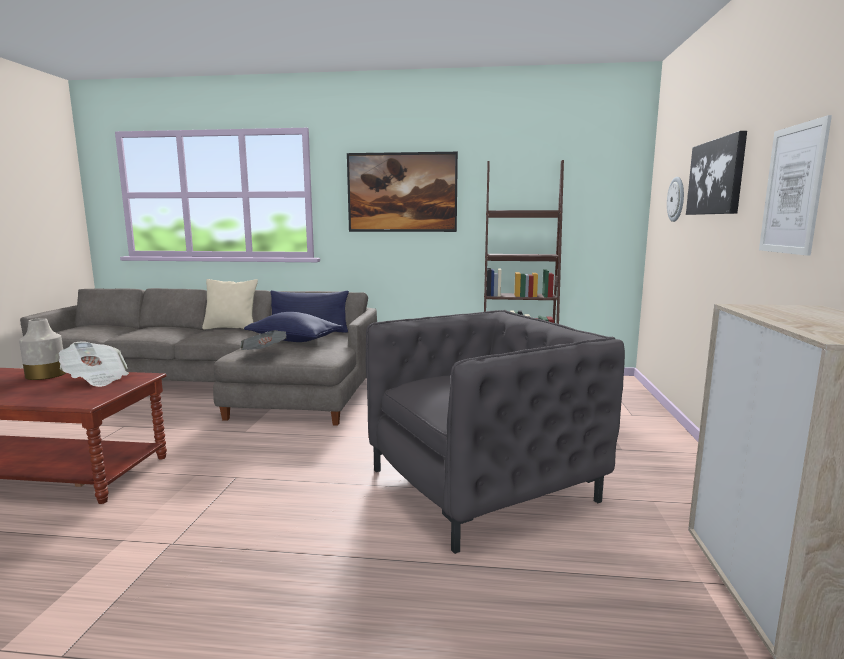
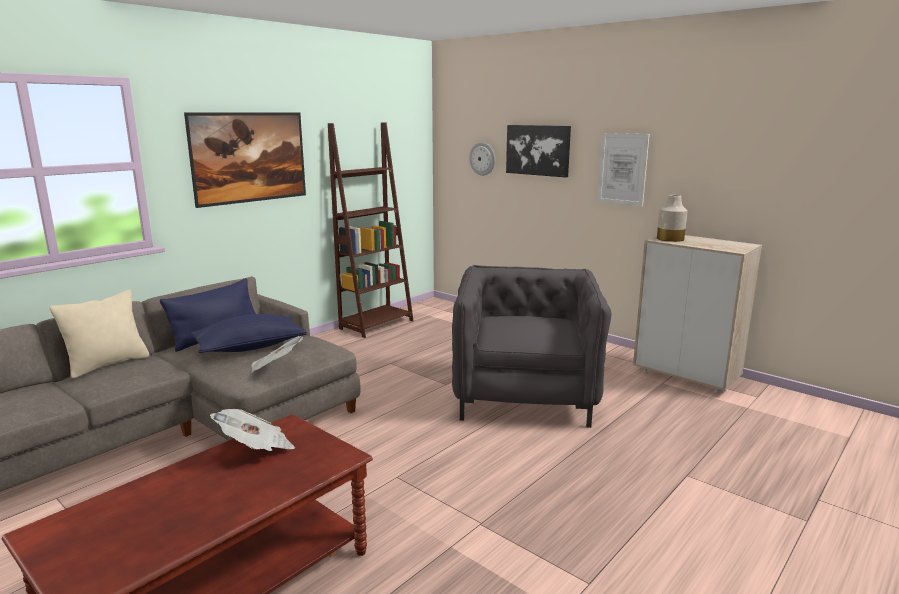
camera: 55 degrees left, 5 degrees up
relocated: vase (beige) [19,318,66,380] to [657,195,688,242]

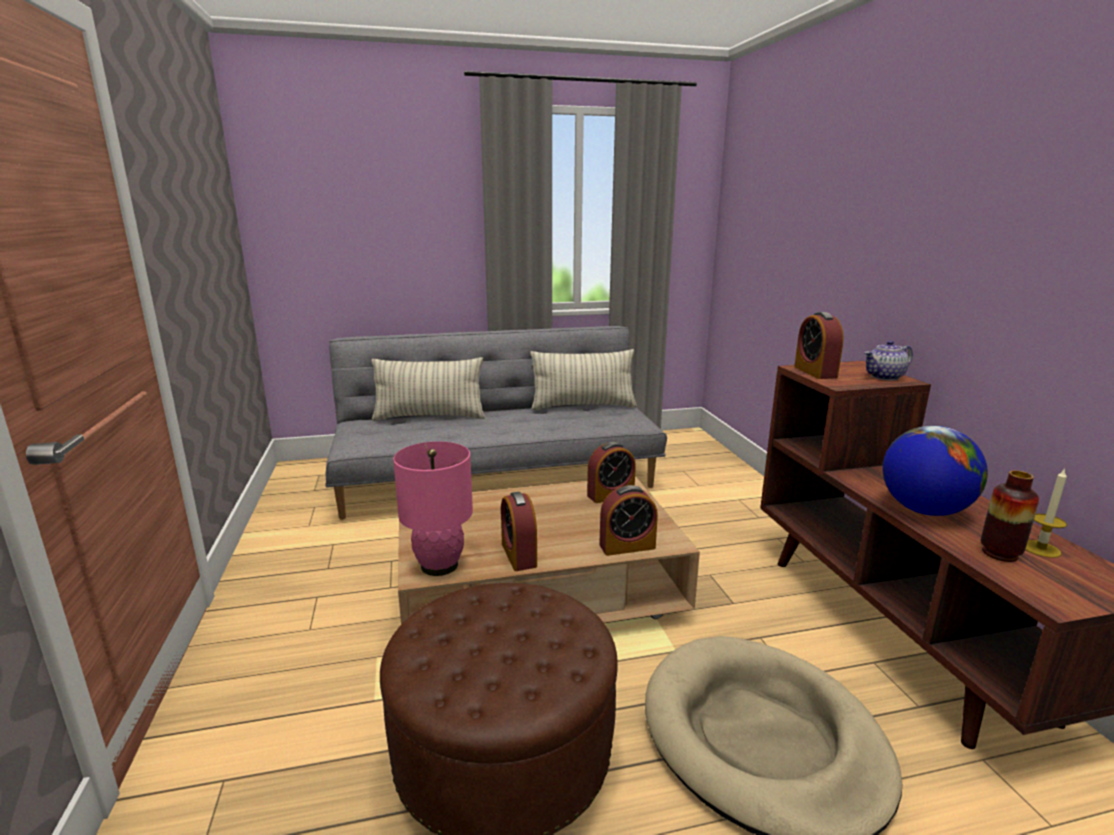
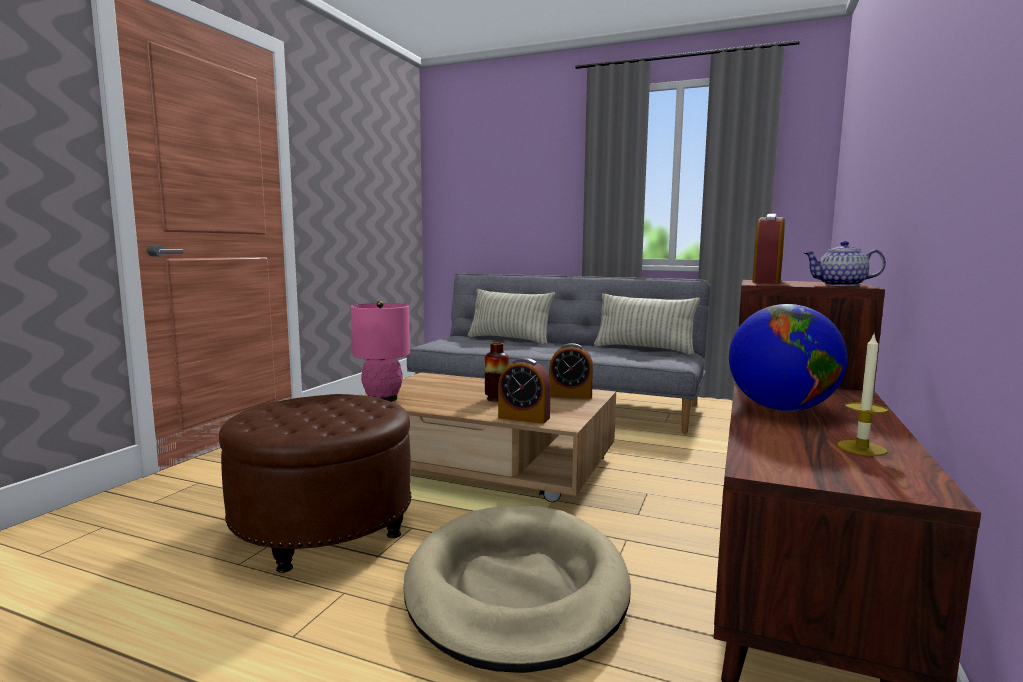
camera: 35 degrees right, 10 degrees down
missing: alarm clock [501,492,537,571]
relocated: vase [981,470,1039,562] to [485,342,509,401]

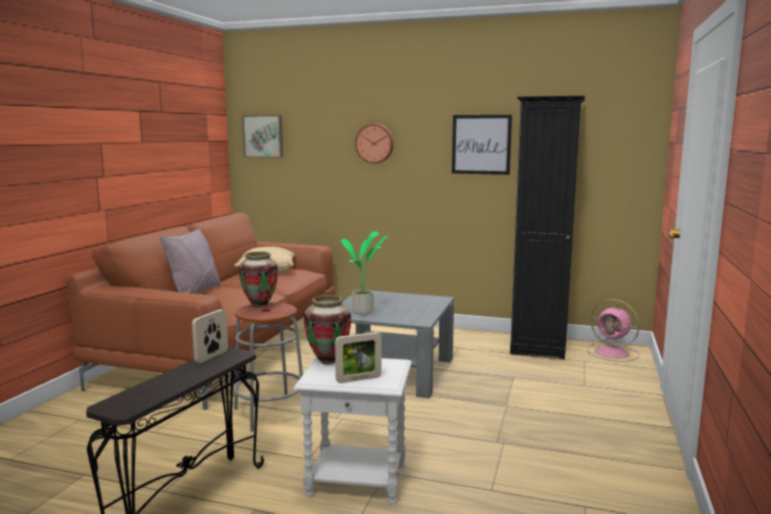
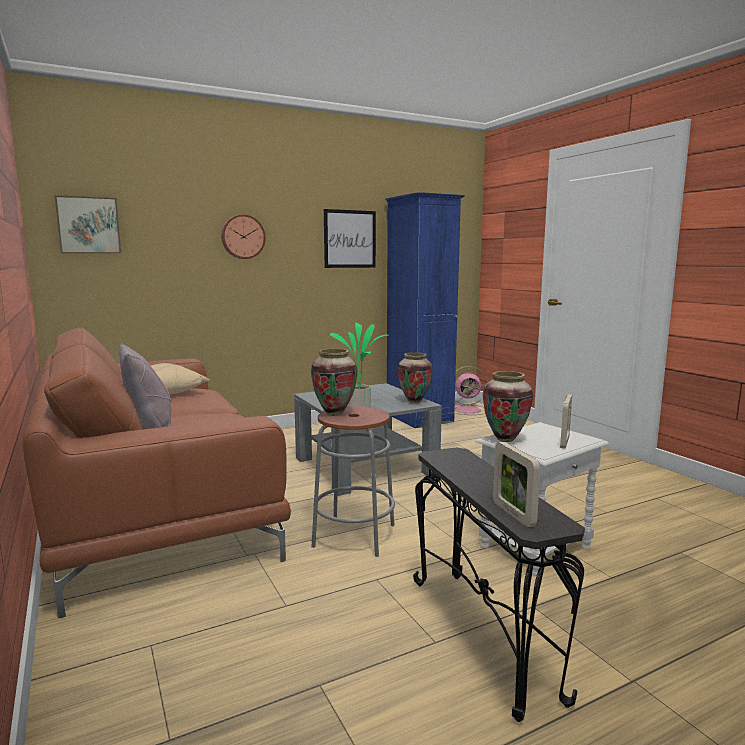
camera: 45 degrees left, 0 degrees up
appeared: vase [398,353,433,403]
relocated: picture frame [192,309,228,363] to [493,442,540,527]
colour: cabinet (black) [510,96,585,360] to cabinet (blue) [385,192,465,428]

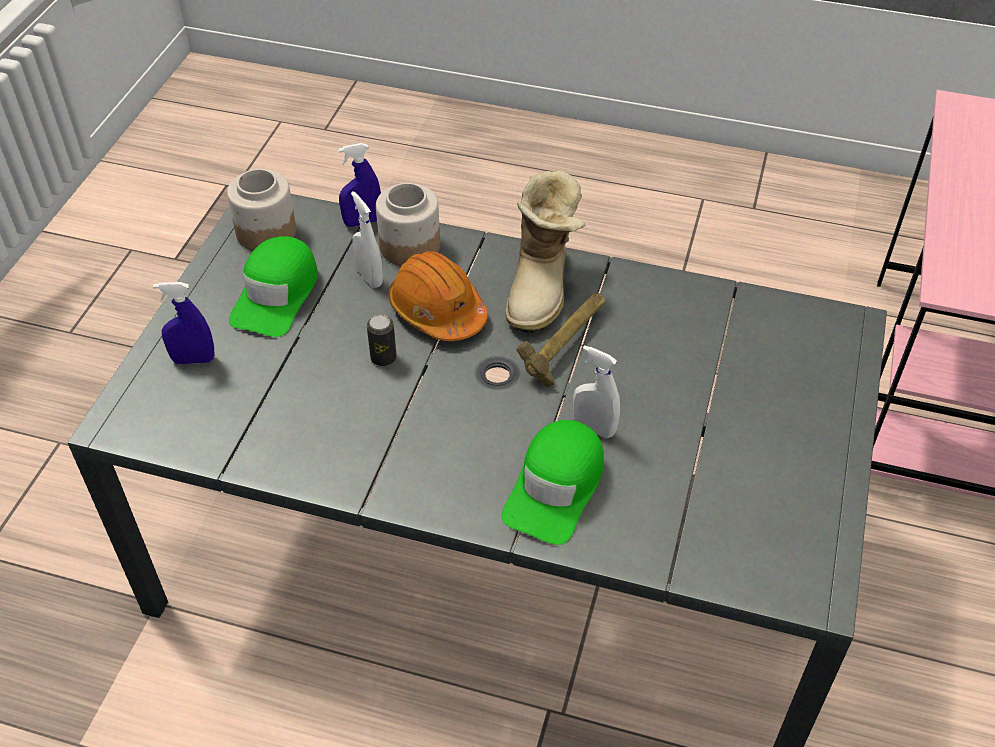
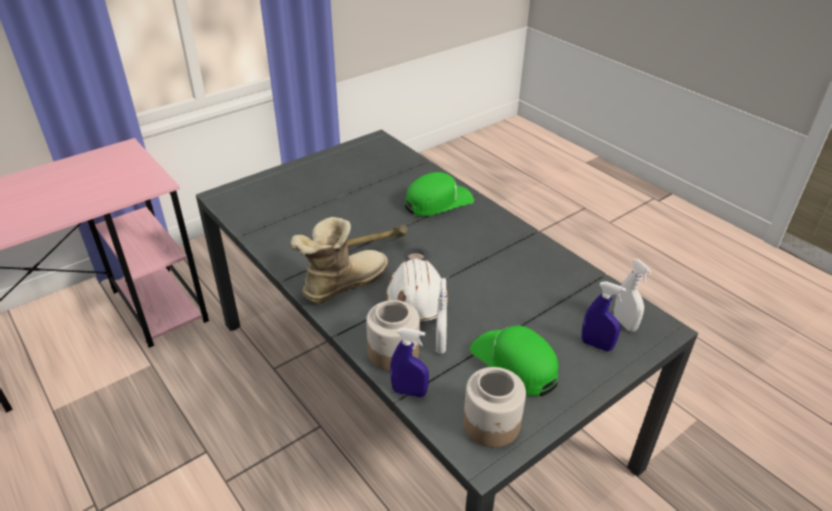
camera: 145 degrees left, 10 degrees down
missing: can [367,314,397,366]
relocated: spray bottle (white) [573,345,620,438] to [614,259,652,332]
colour: hard hat (orange) [389,251,488,341] to hard hat (white) [386,259,448,322]
spun: cap (green) [229,236,318,337] = [470,326,558,396] 90 degrees counterclockwise

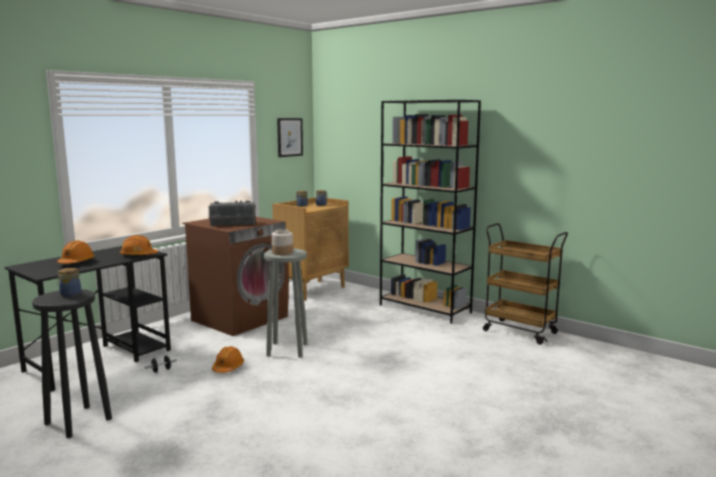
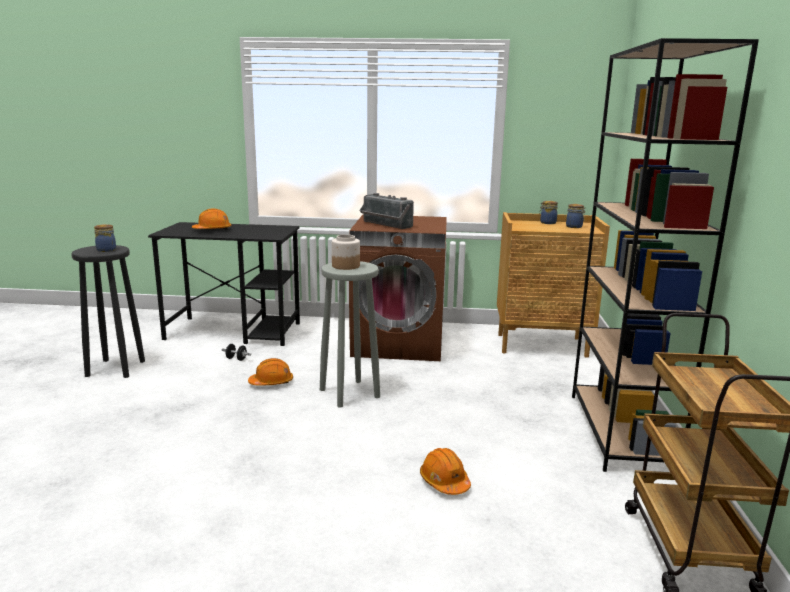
camera: 55 degrees right, 5 degrees up
missing: picture [277,118,303,157]
relocated: hard hat (orange) [120,235,158,256] to [420,448,471,495]

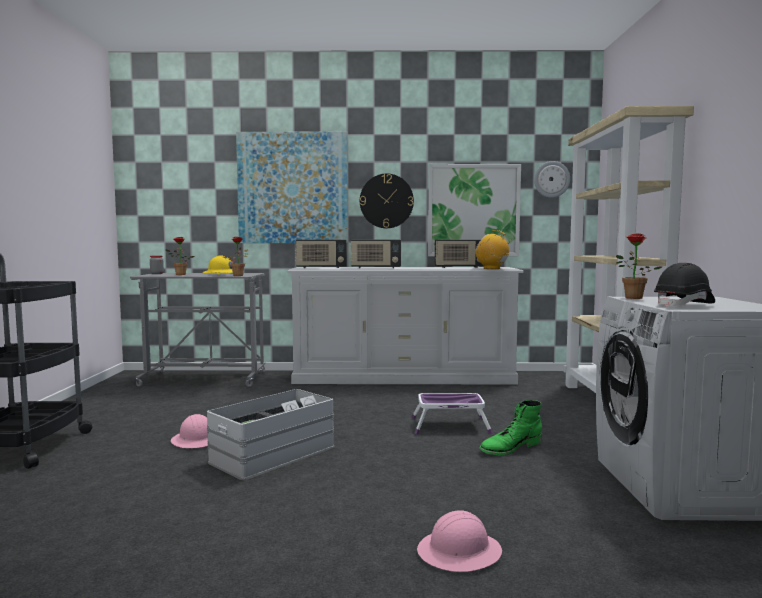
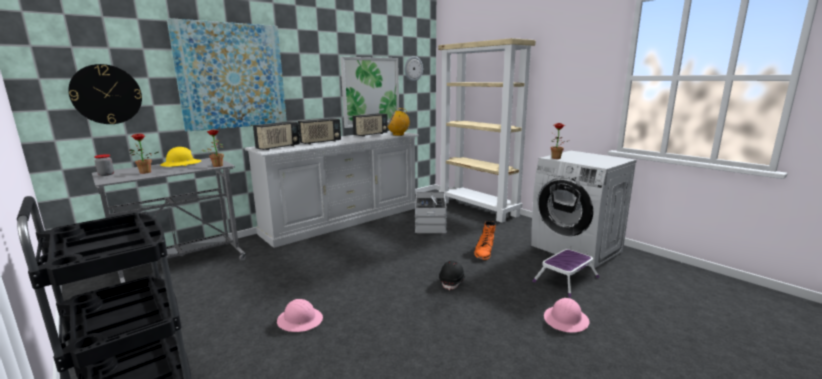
camera: 40 degrees left, 10 degrees up
relocated: wall clock [360,174,414,228] to [68,64,142,124]; storage box (grey) [207,389,334,480] to [415,192,447,233]; hard hat (black) [654,263,715,307] to [439,261,465,290]; step ladder (purple) [411,393,493,434] to [532,249,600,297]
colour: boot (green) [479,400,542,455] to boot (orange) [474,221,496,260]

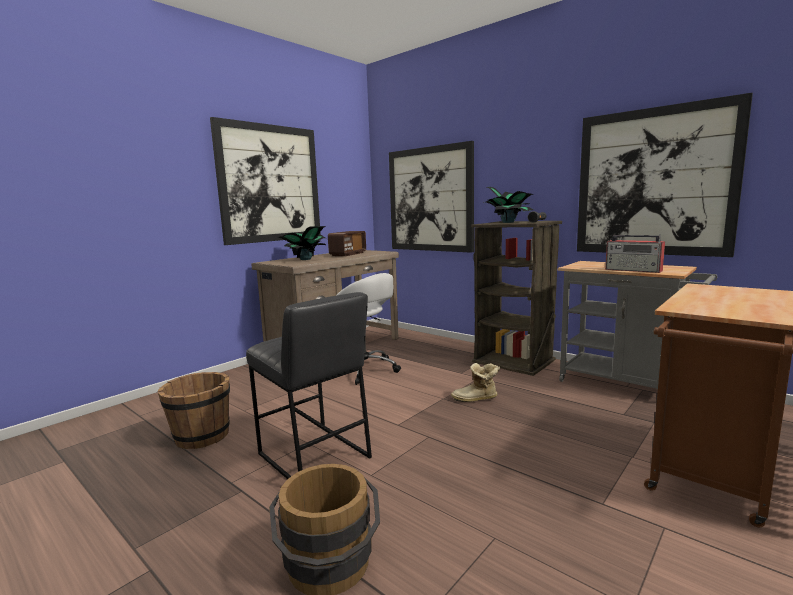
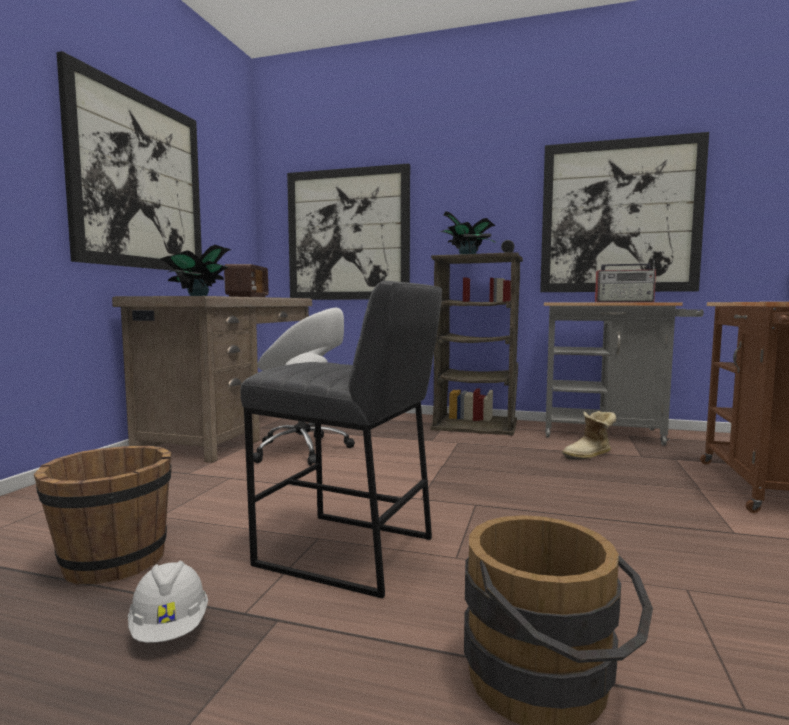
camera: 25 degrees left, 5 degrees down
appeared: hard hat (white) [128,561,208,643]
relocated: boot [451,363,500,402] to [562,411,617,460]

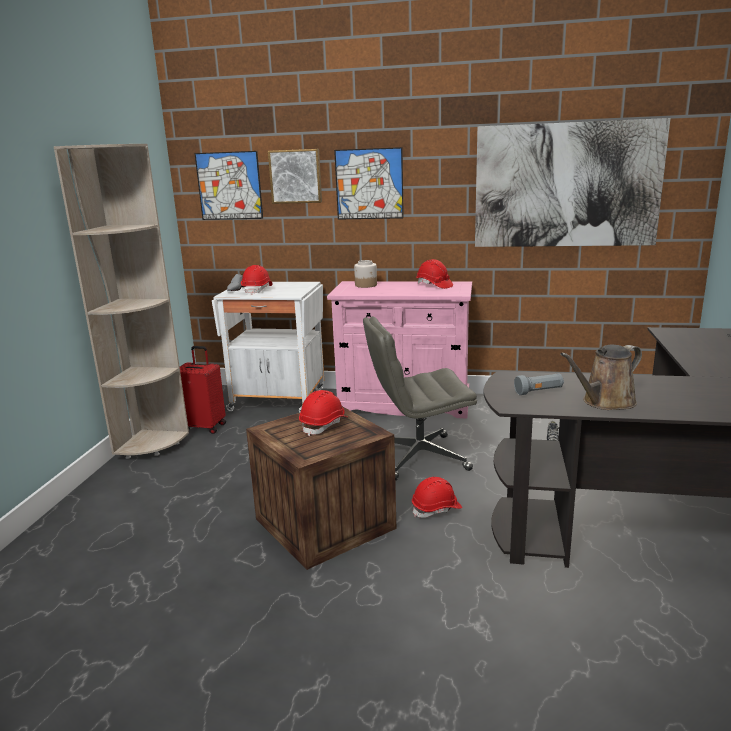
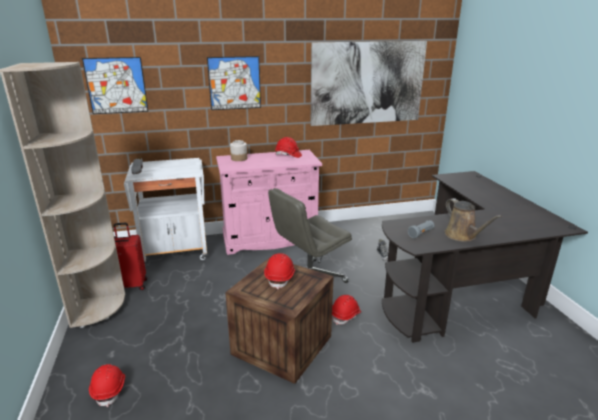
camera: 25 degrees left, 5 degrees up
missing: picture [268,149,322,204]
relocated: hard hat (red) [241,265,273,295] to [89,364,125,407]
spun: watering can (brown) [560,345,642,410] = [444,198,502,242] 60 degrees counterclockwise

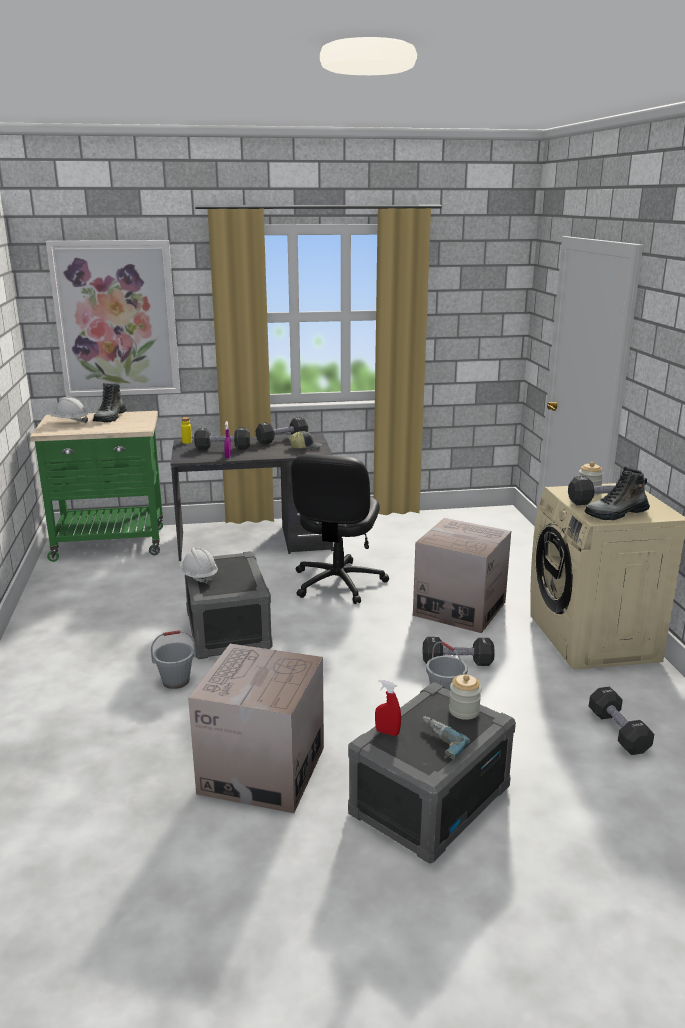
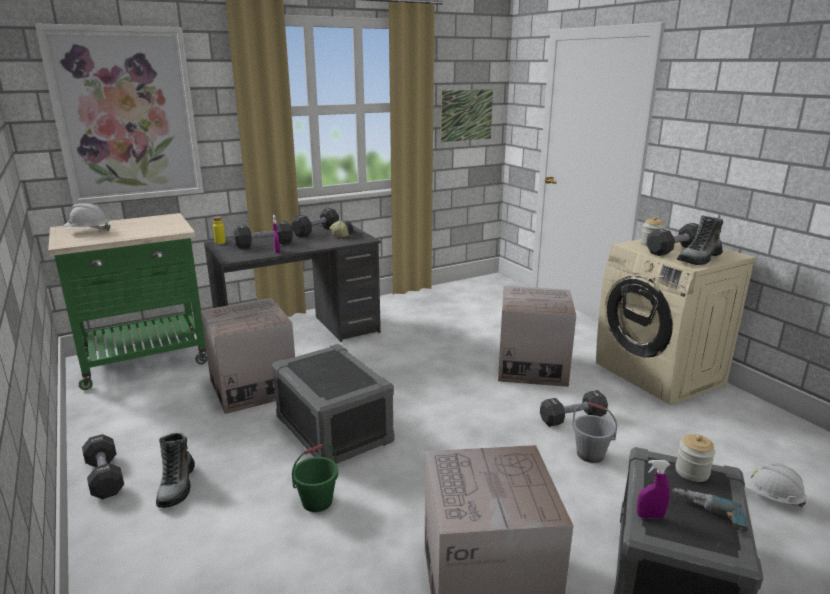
camera: 20 degrees left, 0 degrees up
missing: office chair (black) [291,454,389,604]
appeared: cardboard box [200,298,295,414]; picture [441,89,493,142]
relocated: dumbbell (black) [589,687,654,755] to [82,434,124,499]; boot [93,383,127,422] to [156,433,195,508]; hard hat (white) [180,547,218,584] to [744,463,807,507]
colour: bucket (grey) [151,630,196,689] to bucket (green) [292,444,338,512]; spray bottle (red) [375,679,401,736] to spray bottle (purple) [637,460,670,519]

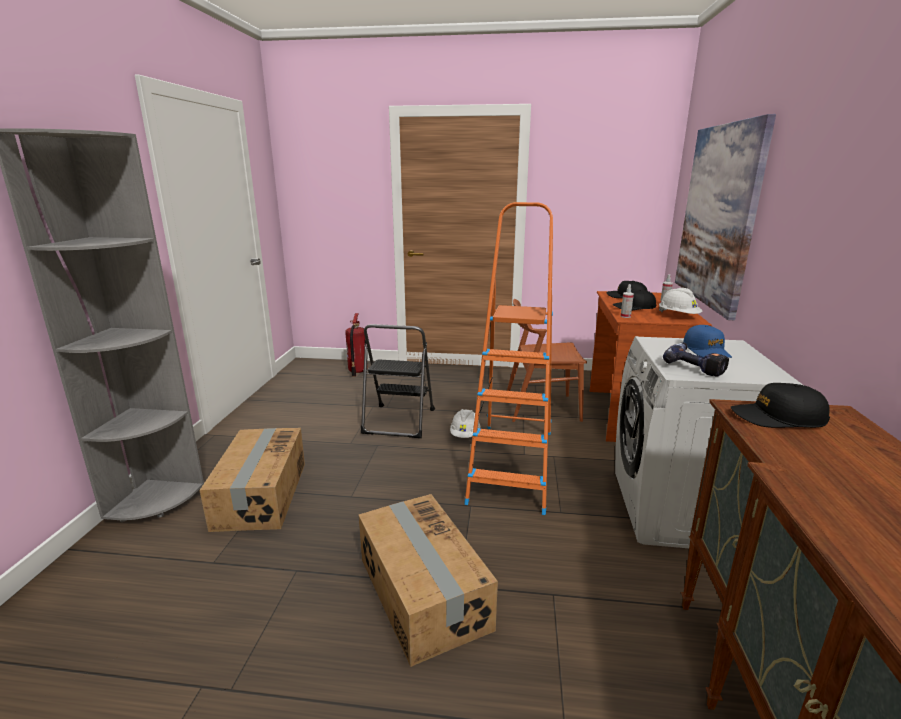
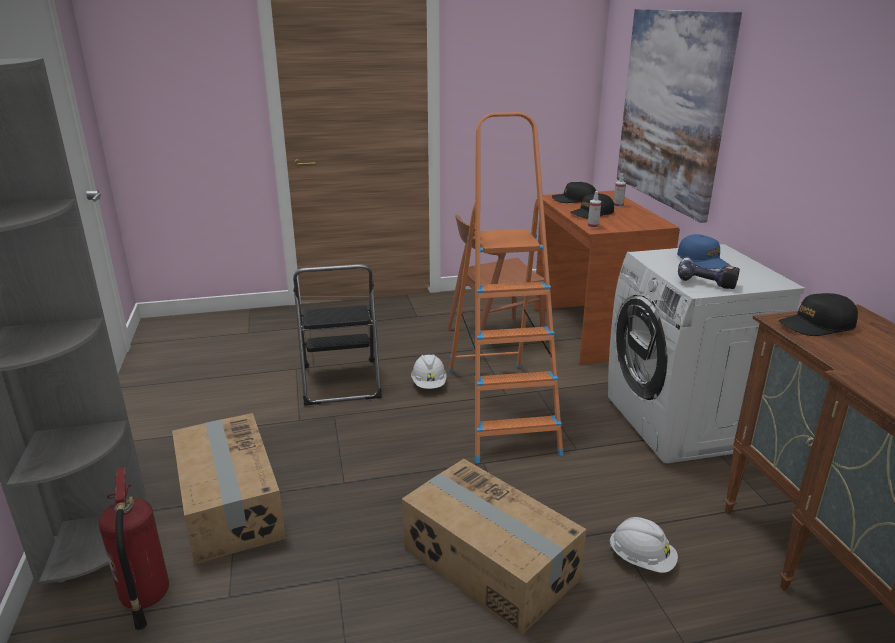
camera: 20 degrees left, 5 degrees up
relocated: fire extinguisher [345,313,368,377] to [99,468,169,631]; hard hat (white) [659,288,703,314] to [609,517,678,573]

